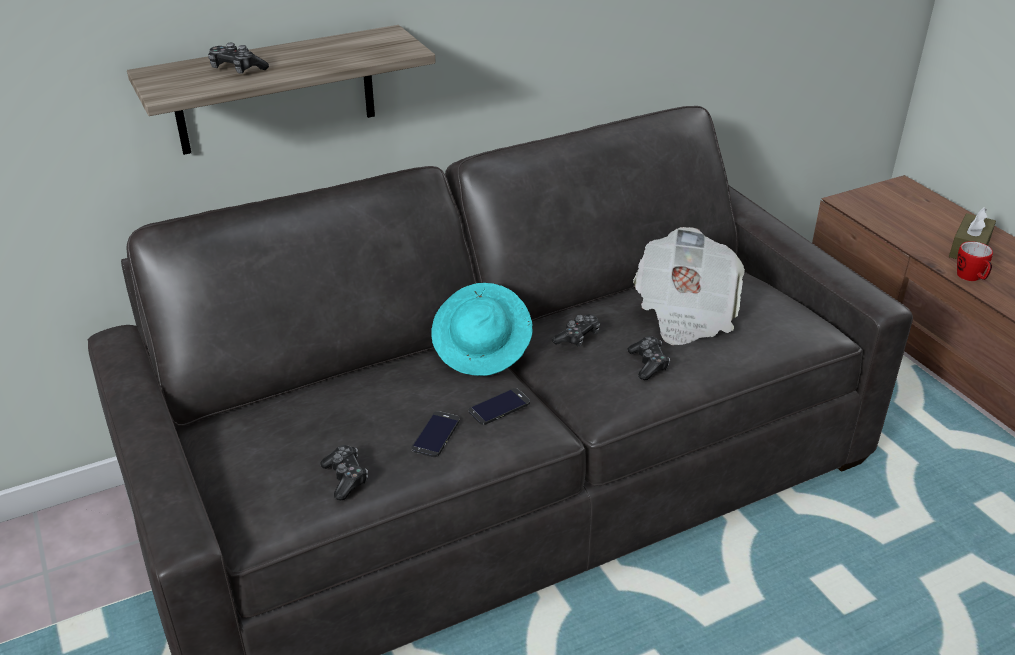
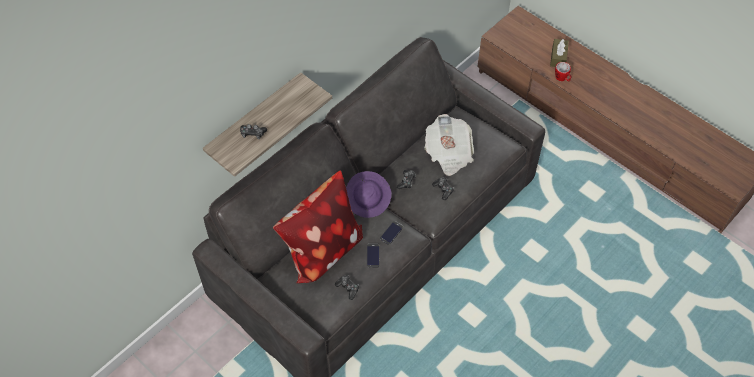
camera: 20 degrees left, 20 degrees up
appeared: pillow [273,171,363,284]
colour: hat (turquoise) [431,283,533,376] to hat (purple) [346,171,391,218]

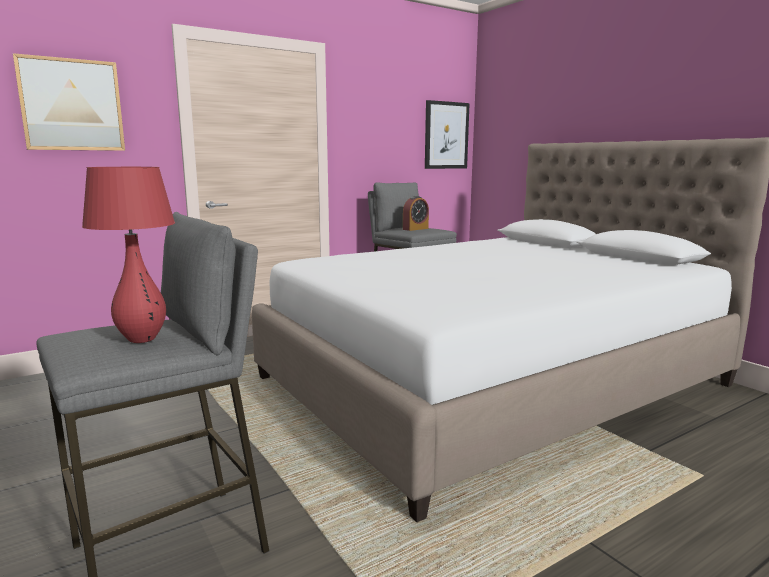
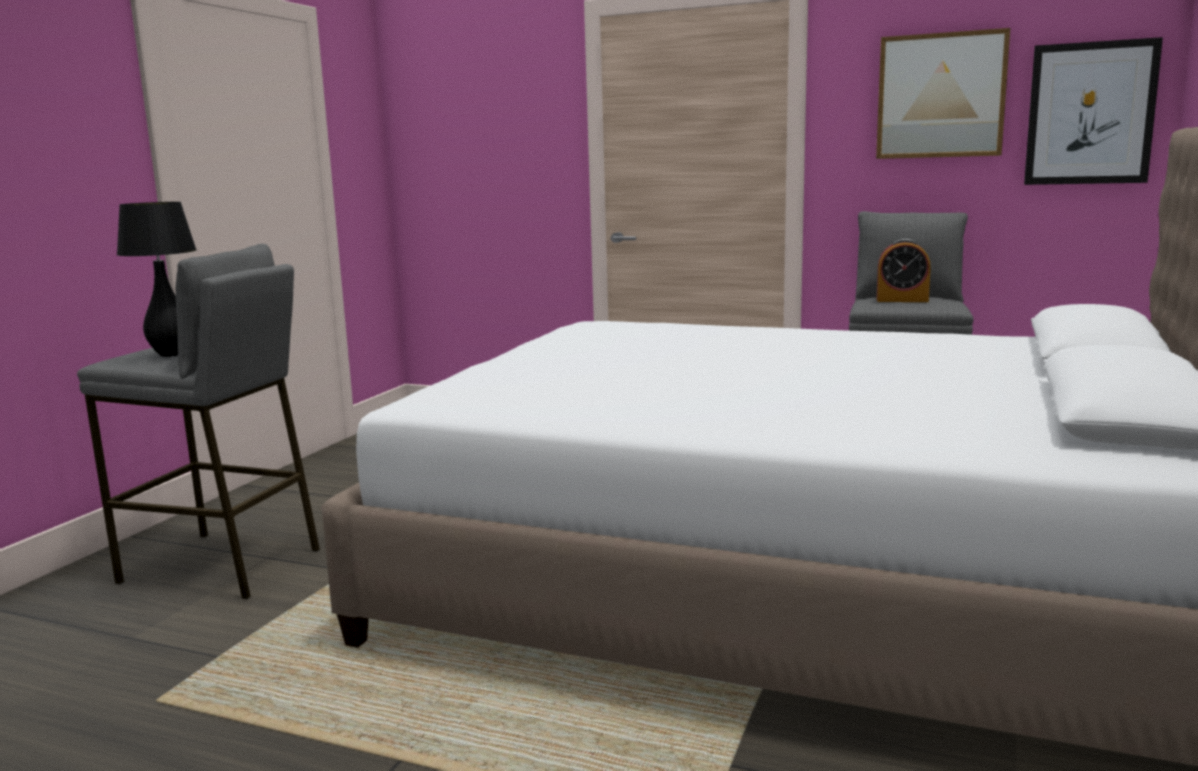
camera: 55 degrees right, 0 degrees up
relocated: picture [13,53,125,151] to [876,28,1010,159]
colour: table lamp (red) [82,167,175,343] to table lamp (black) [117,202,197,357]

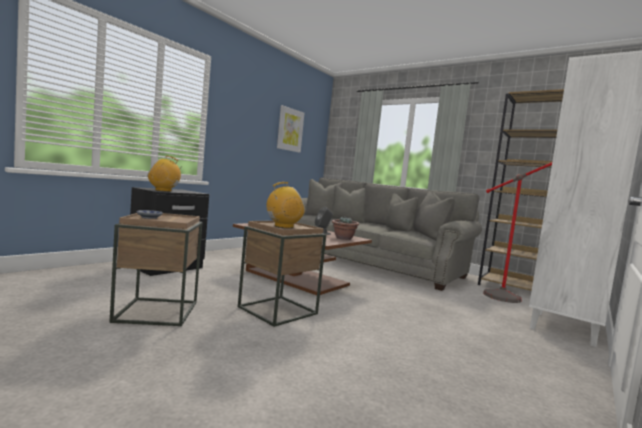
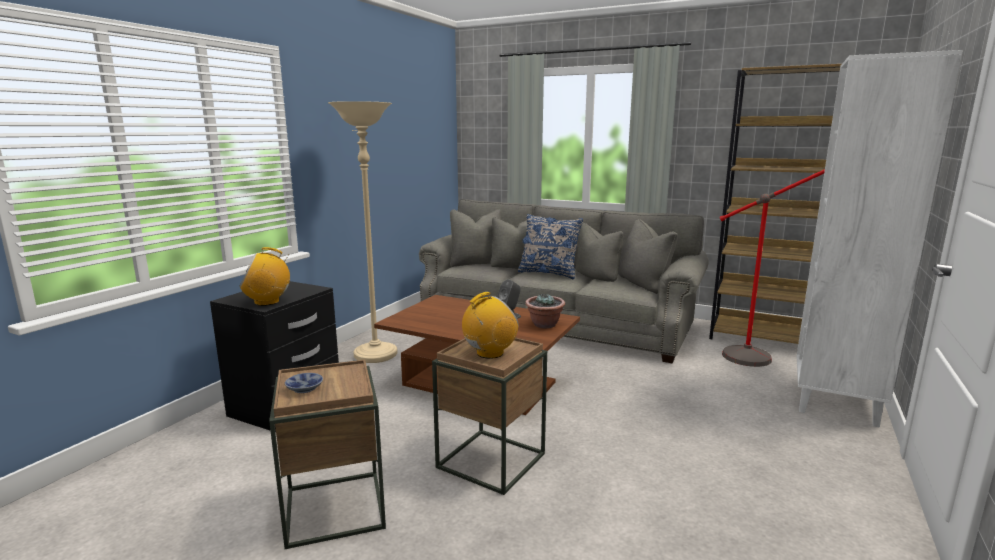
camera: 10 degrees left, 10 degrees up
missing: picture [277,105,304,153]
appeared: floor lamp (beige) [328,101,397,363]; pillow (blue) [518,214,583,279]

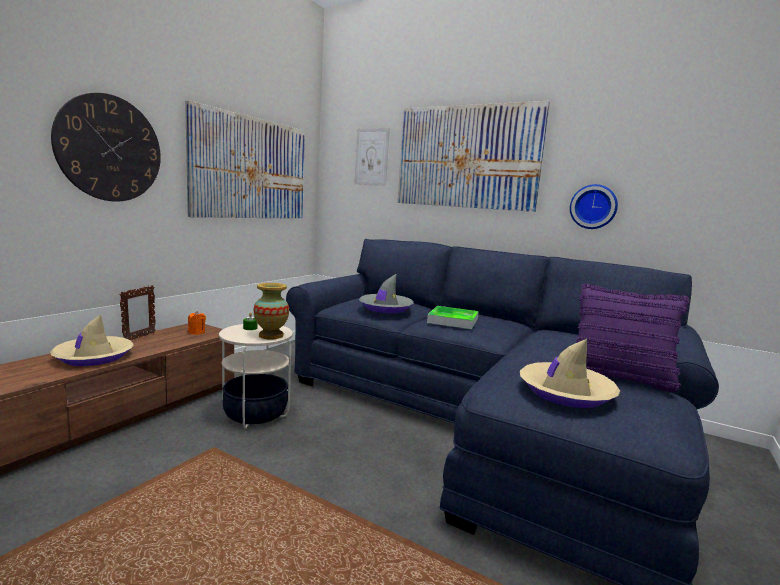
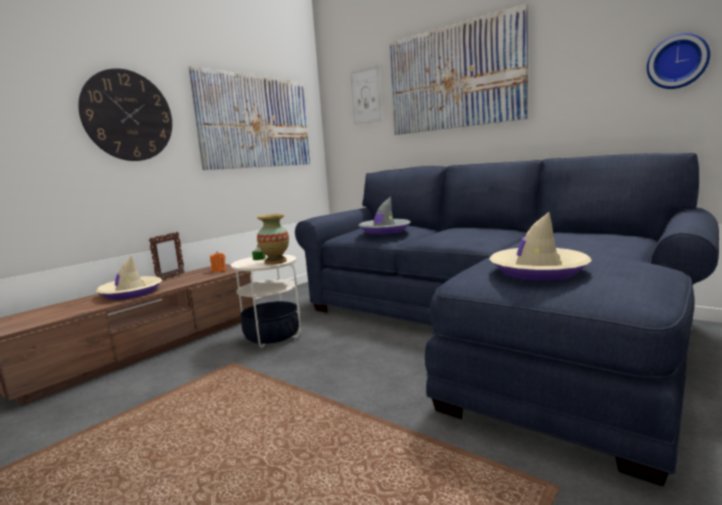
camera: 10 degrees right, 0 degrees up
missing: tray [427,306,479,329]; pillow (purple) [576,283,690,392]
relocated: wall clock [570,184,618,229] to [647,33,710,89]

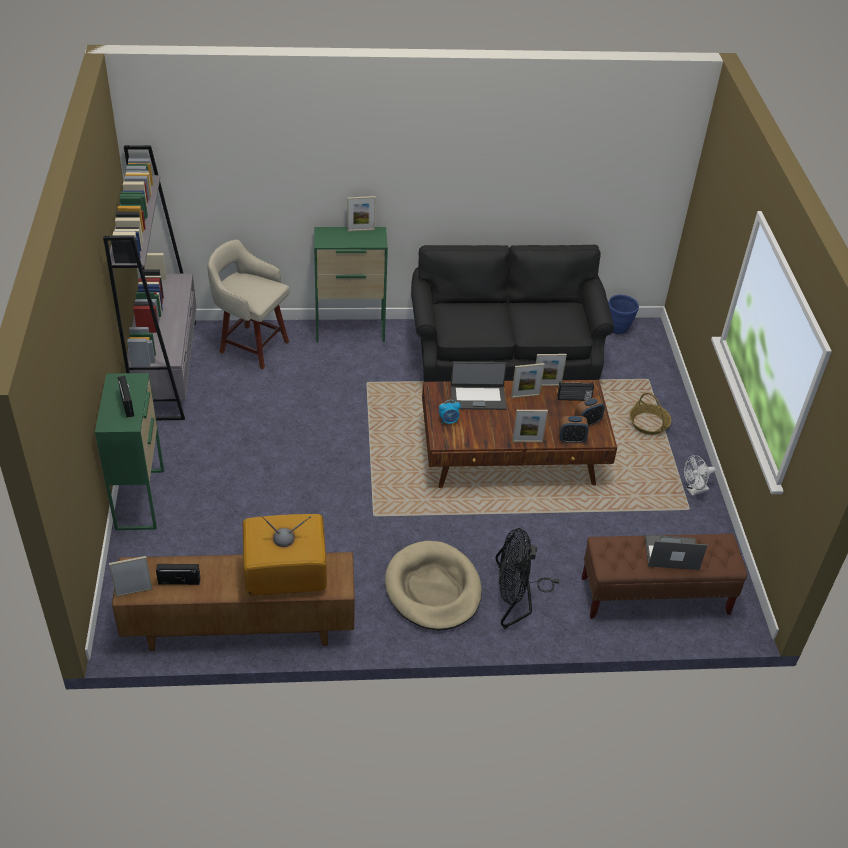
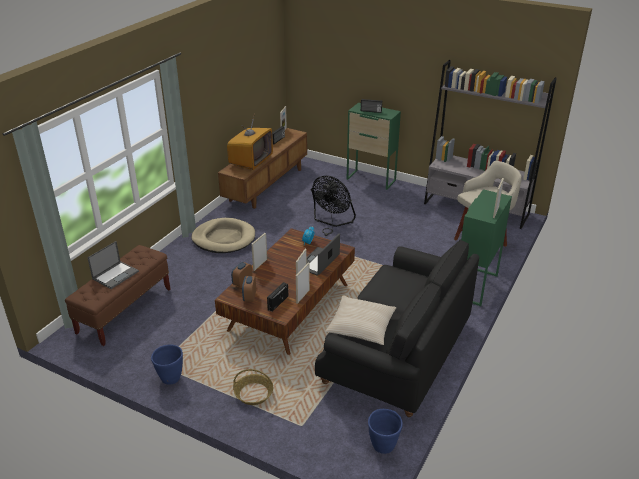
camera: 125 degrees right, 10 degrees down
appeared: pillow (beige) [325,295,396,345]
relocated: fan (black) [496,528,559,629] to [311,176,356,236]
exchanged: fan (white) [684,455,716,496] to planter (blue) [151,344,183,385]

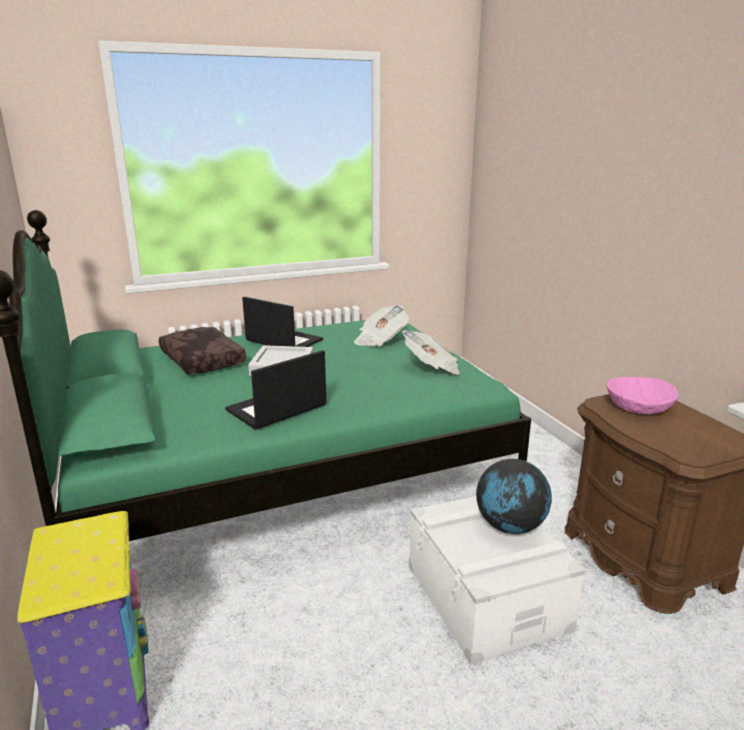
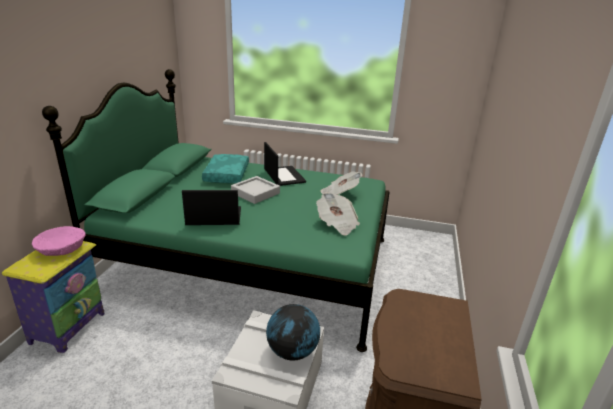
camera: 35 degrees right, 5 degrees up
relocated: bowl (pink) [607,377,679,414] to [32,226,86,256]
colour: pillow (brown) [159,327,246,374] to pillow (turquoise) [202,154,249,183]

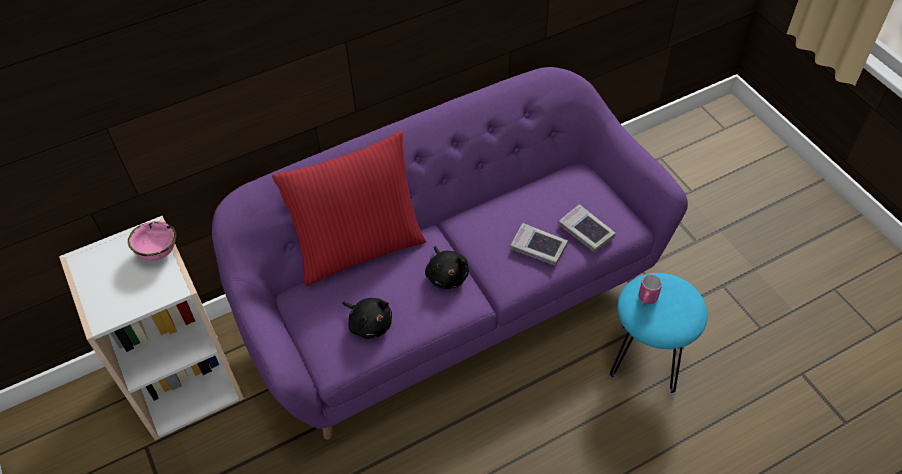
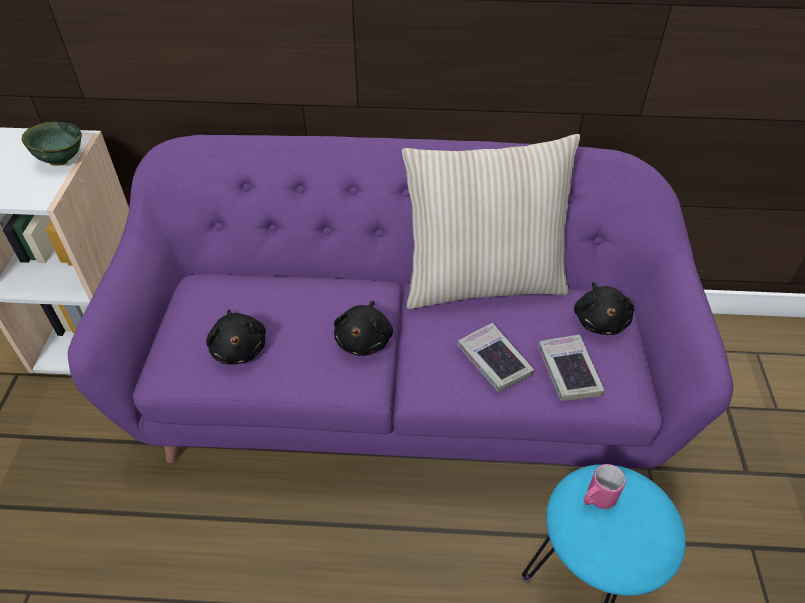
camera: 30 degrees right, 5 degrees down
missing: pillow (red) [272,131,426,286]
appeared: pillow (beige) [402,134,580,309]; plush toy (black) [574,282,634,335]
colour: bowl (pink) [128,221,176,261] to bowl (green) [22,122,82,166]

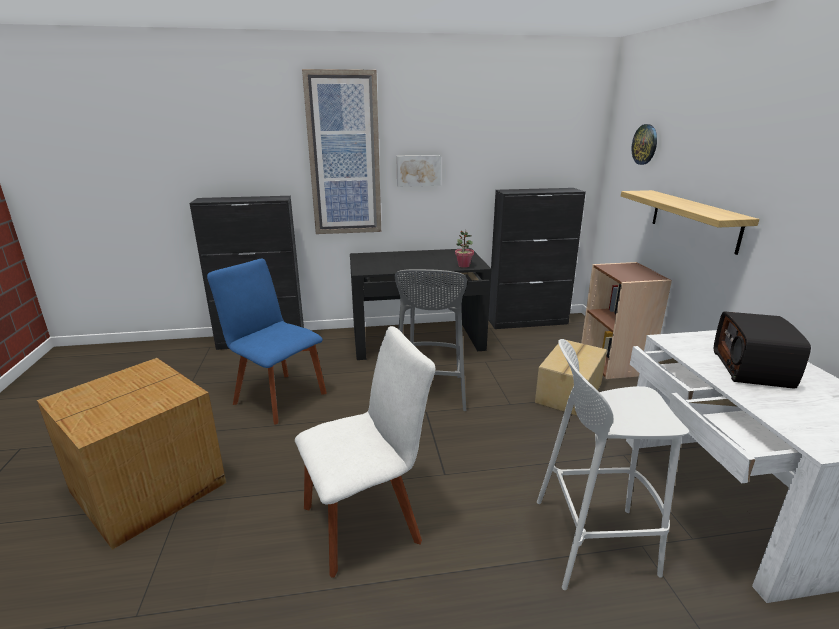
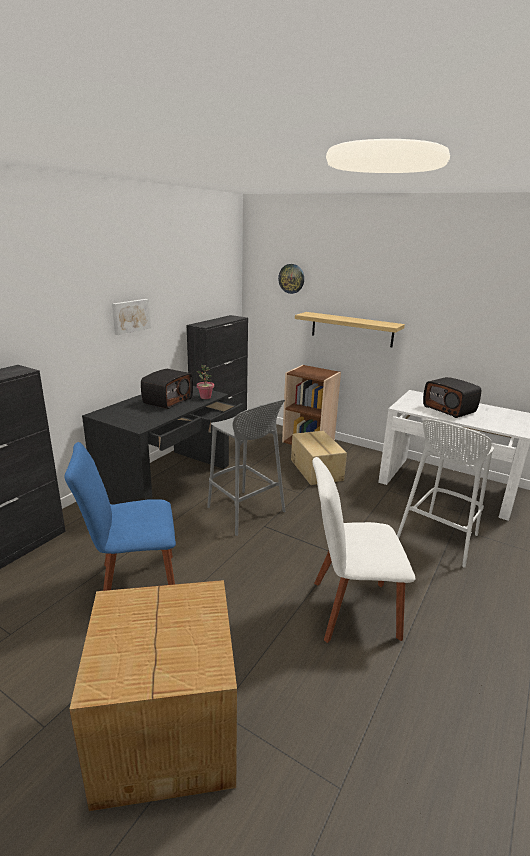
camera: 50 degrees left, 0 degrees up
missing: picture [302,69,381,234]
appeared: radio [141,369,193,409]
spun: chair (white) [295,326,435,577] = [312,457,416,643] 105 degrees counterclockwise

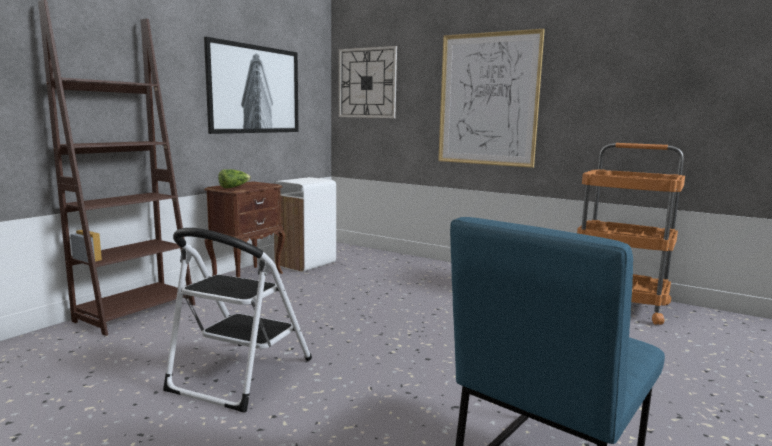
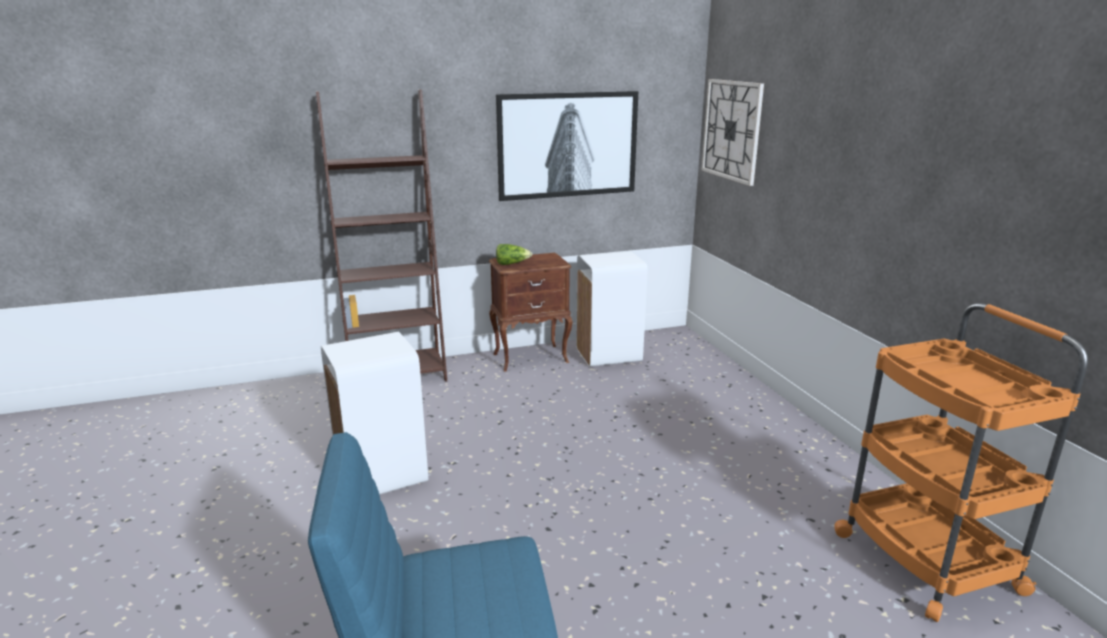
camera: 40 degrees right, 10 degrees up
missing: picture [438,29,545,168]
exchanged: step ladder [163,228,312,413] to trash can (white) [321,332,428,495]

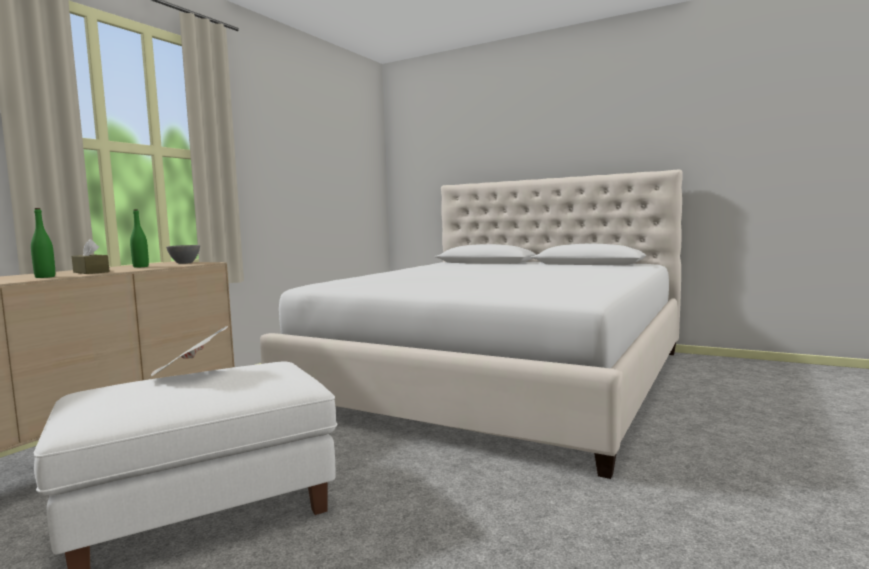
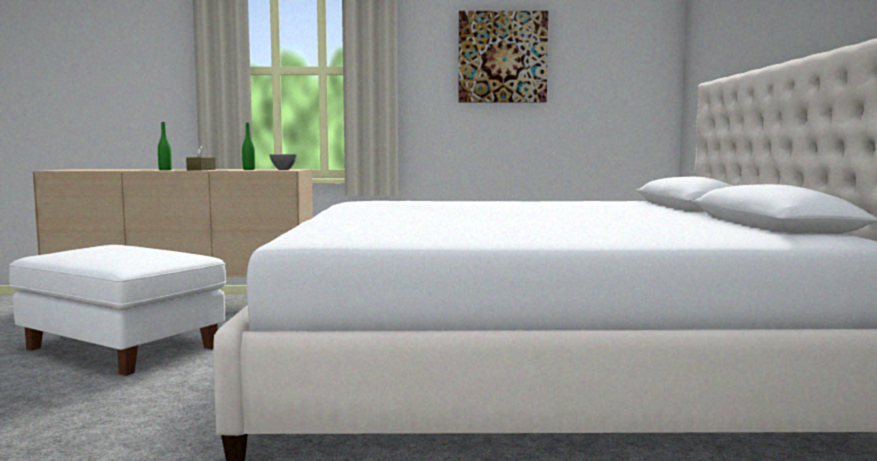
camera: 60 degrees right, 0 degrees up
missing: newspaper [149,326,228,378]
appeared: picture [459,11,548,102]

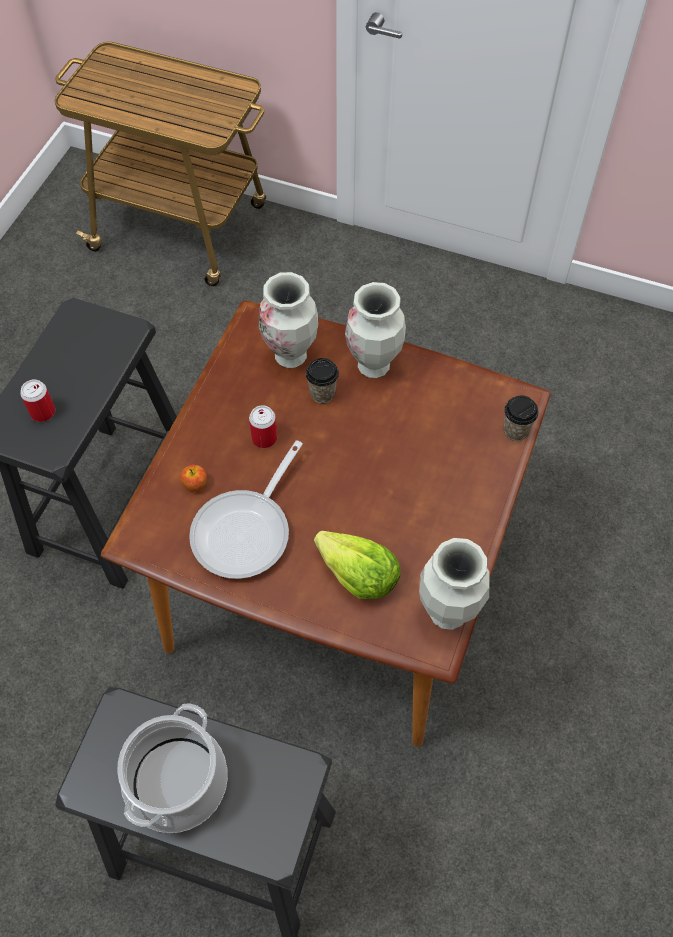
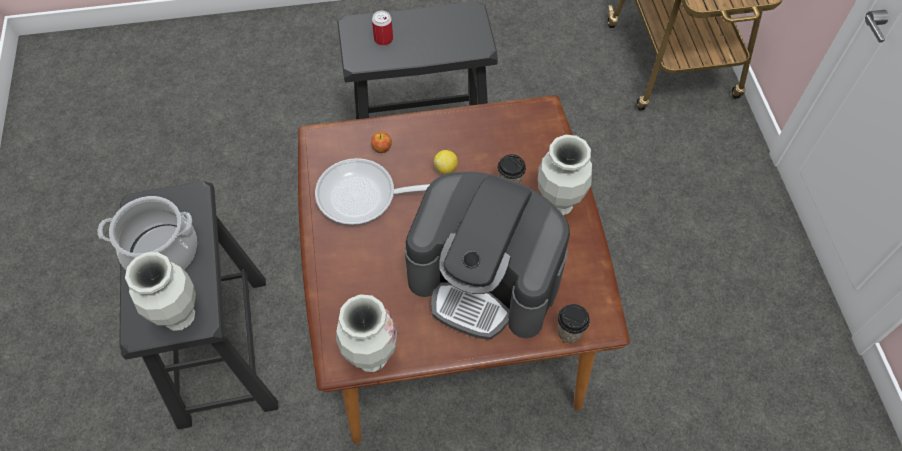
camera: 60 degrees right, 0 degrees up
missing: lettuce [314,531,401,599]
appeared: coffee machine [405,172,570,340]
relocated: vase [259,272,318,368] to [125,252,196,330]
exchanged: can [249,405,277,448] to lemon [434,150,458,174]

